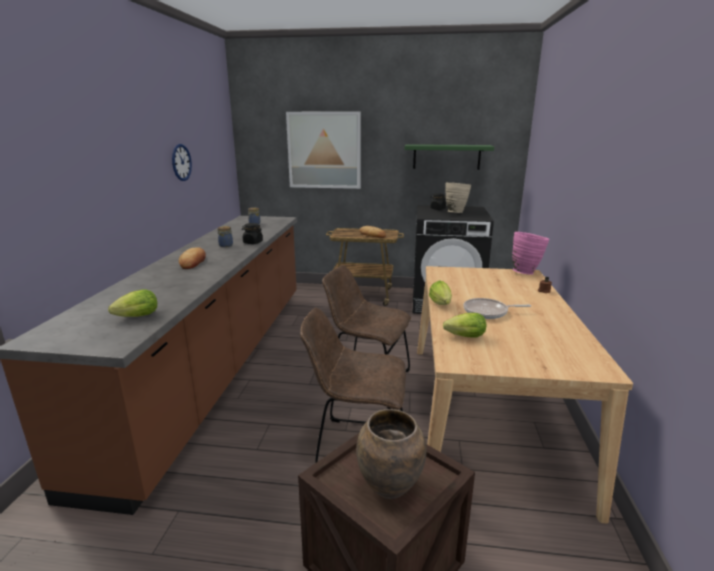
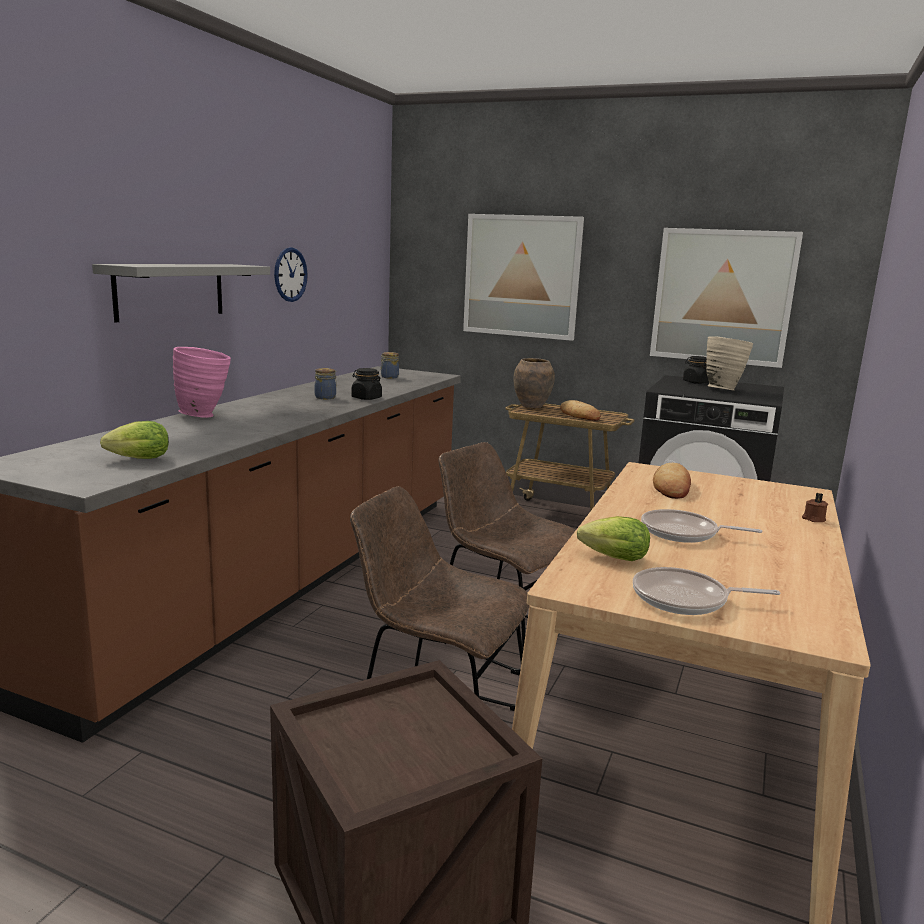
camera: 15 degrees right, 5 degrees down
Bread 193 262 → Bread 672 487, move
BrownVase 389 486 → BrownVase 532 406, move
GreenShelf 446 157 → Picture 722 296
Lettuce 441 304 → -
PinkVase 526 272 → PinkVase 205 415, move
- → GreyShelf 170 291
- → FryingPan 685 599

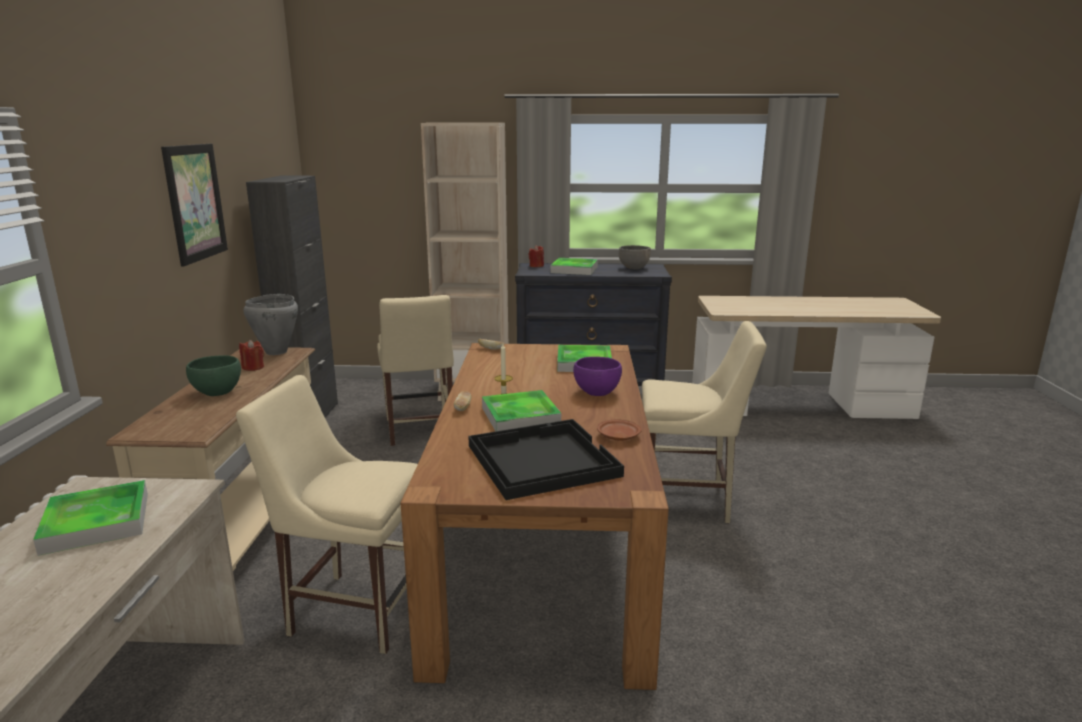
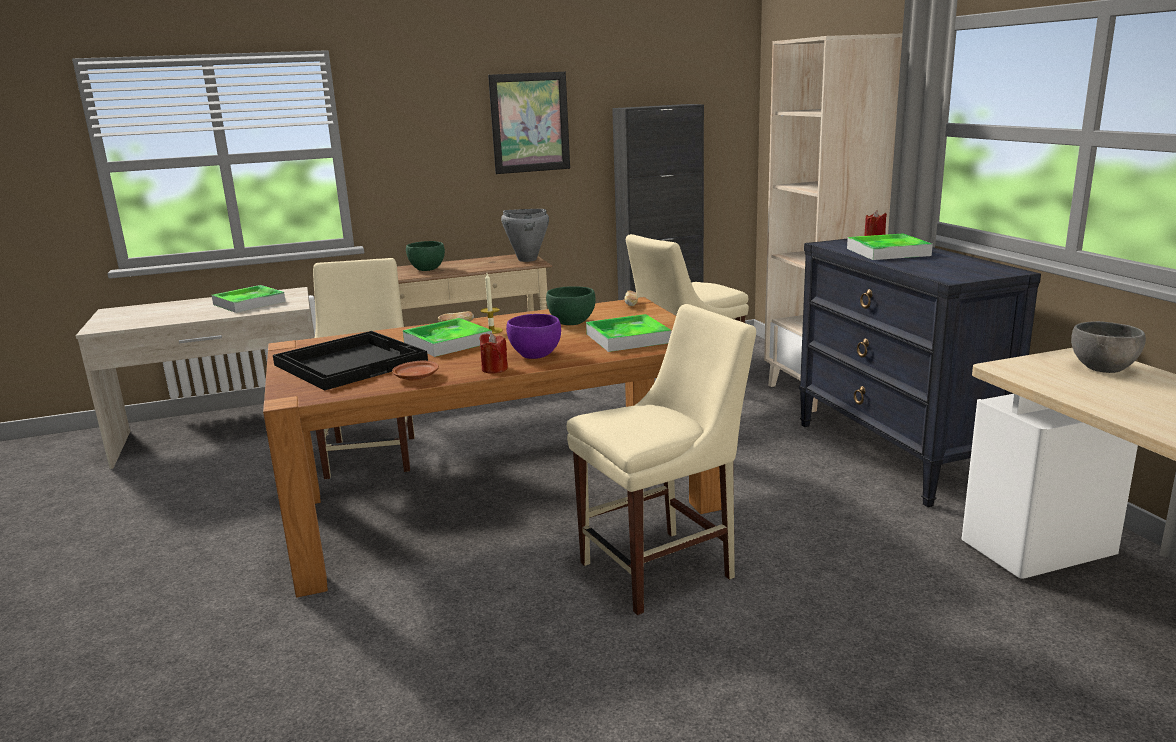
camera: 70 degrees right, 0 degrees up
RedCandle 253 367 → RedCandle 494 369, move
GreyBowl 634 268 → GreyBowl 1103 368, move
BeigeChair 690 501 → BeigeChair 663 568, 105 degrees counterclockwise
- → GreenBowl 571 323

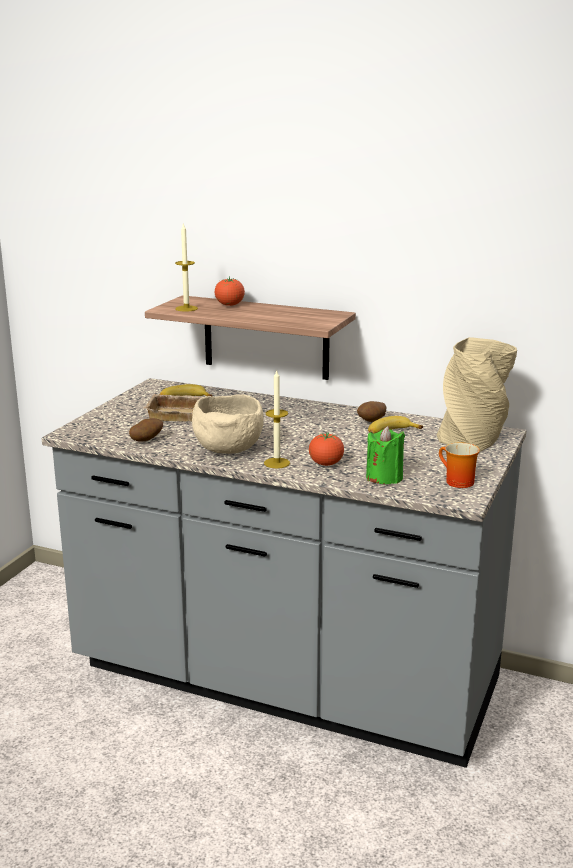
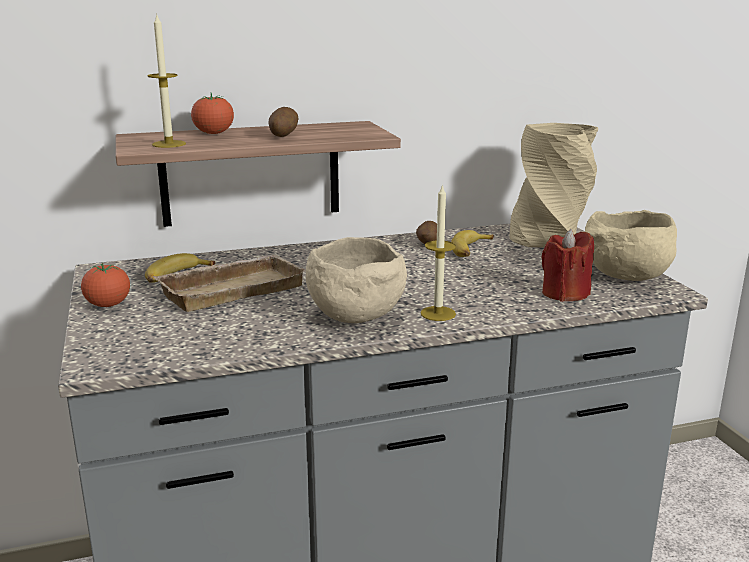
camera: 40 degrees left, 0 degrees up
Potato 146 440 → Potato 283 136, move
Tomato 326 464 → Tomato 108 305, move
GreenCandle 384 477 → RedCandle 565 293
Mug 455 482 → BeigeBowl 625 277

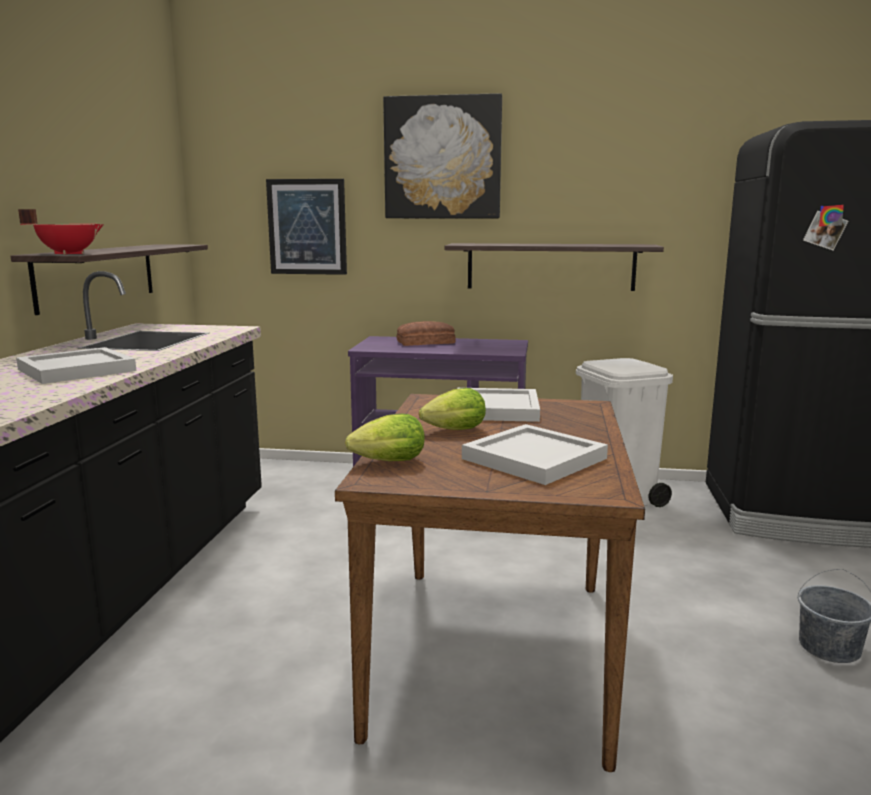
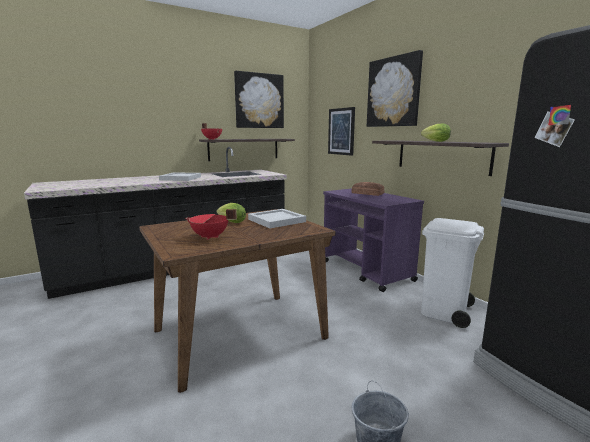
camera: 50 degrees right, 0 degrees up
Lettuce 385 462 → Lettuce 434 141, move
WhiteTray 536 458 → RedCookingPot 210 237
- → Picture 259 101

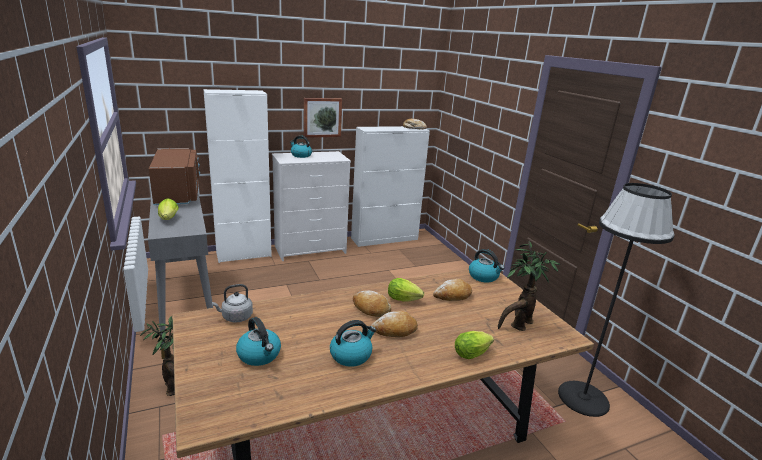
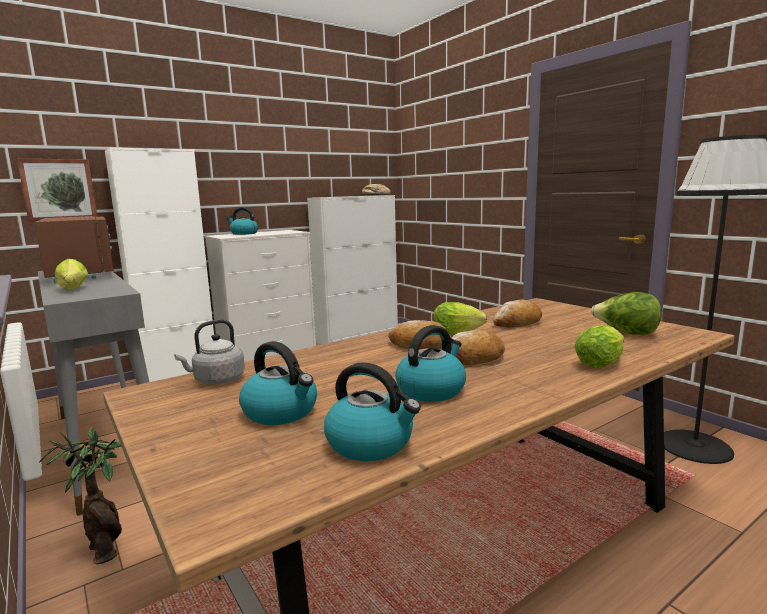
camera: 10 degrees left, 10 degrees down
Picture 322 117 → Picture 58 190, move
Kettle 484 276 → Kettle 371 443, move
PottedPlant 518 325 → Lettuce 626 333

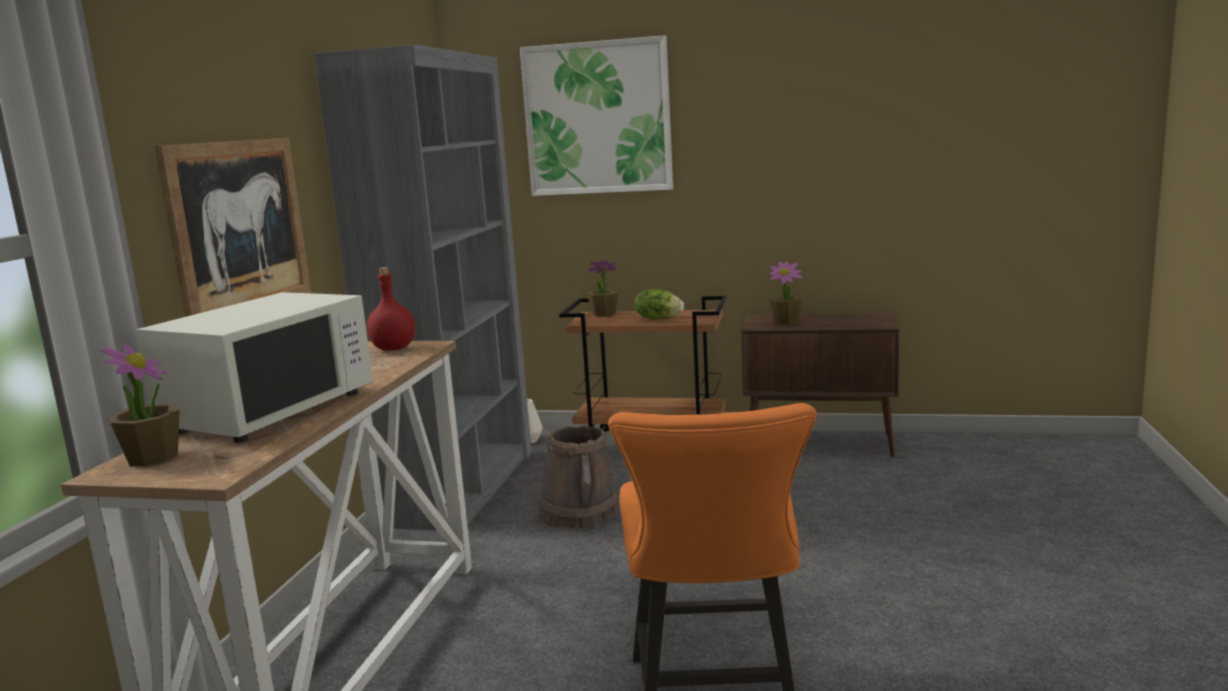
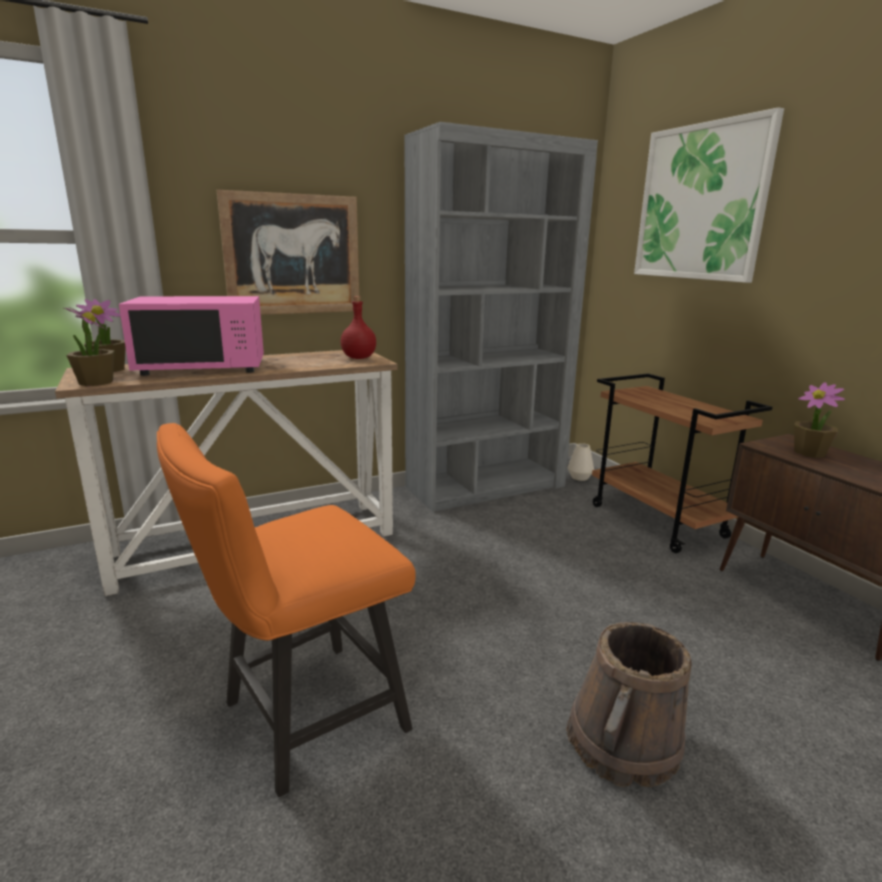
camera: 50 degrees right, 5 degrees up
WhiteMicrowave 271 411 → PinkMicrowave 203 367
BrownBucket 578 514 → BrownBucket 623 743, move
PottedPlant 603 314 → PottedPlant 96 382, move
Lettuce 658 318 → -

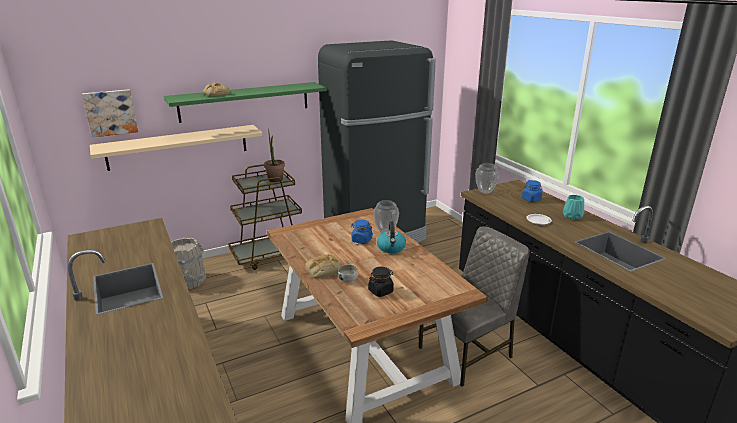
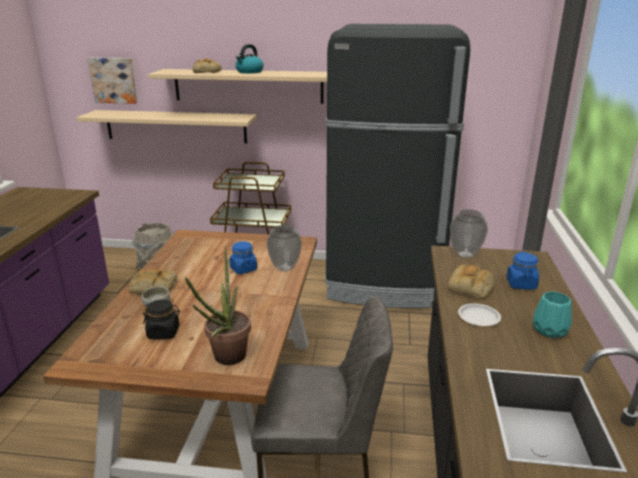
camera: 35 degrees right, 0 degrees up
GreenShelf 245 101 → BeigeShelf 248 86
PottedPlant 275 181 → PottedPlant 226 360, move
Kettle 391 248 → Kettle 249 72, move
- → Bread 471 287

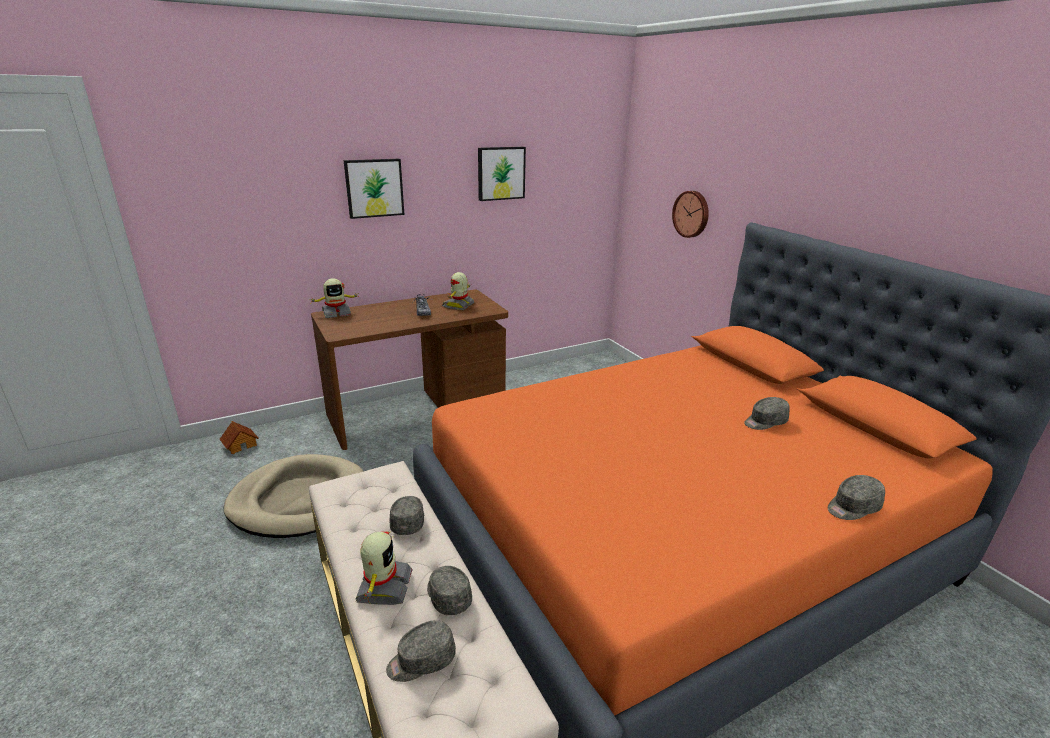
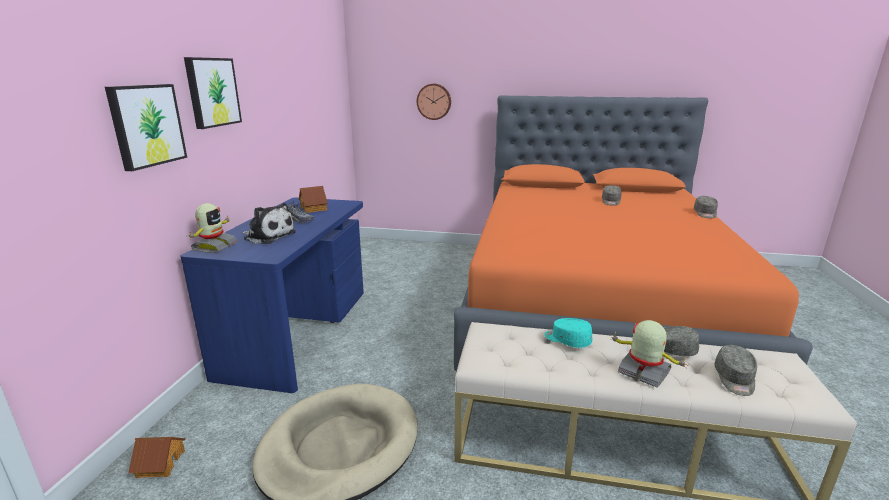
camera: 50 degrees left, 5 degrees down
BrownDesk 417 410 → BlueDesk 299 332
GreyCap 408 521 → TurquoiseCap 567 340
ToyRobot 459 305 → ToyHouse 314 208
Picture 500 173 → Picture 146 125, move
- → PlushToy 268 236

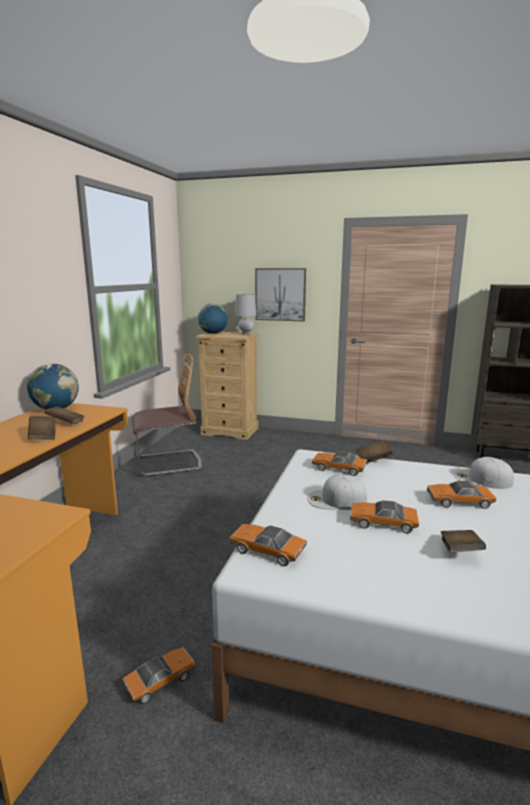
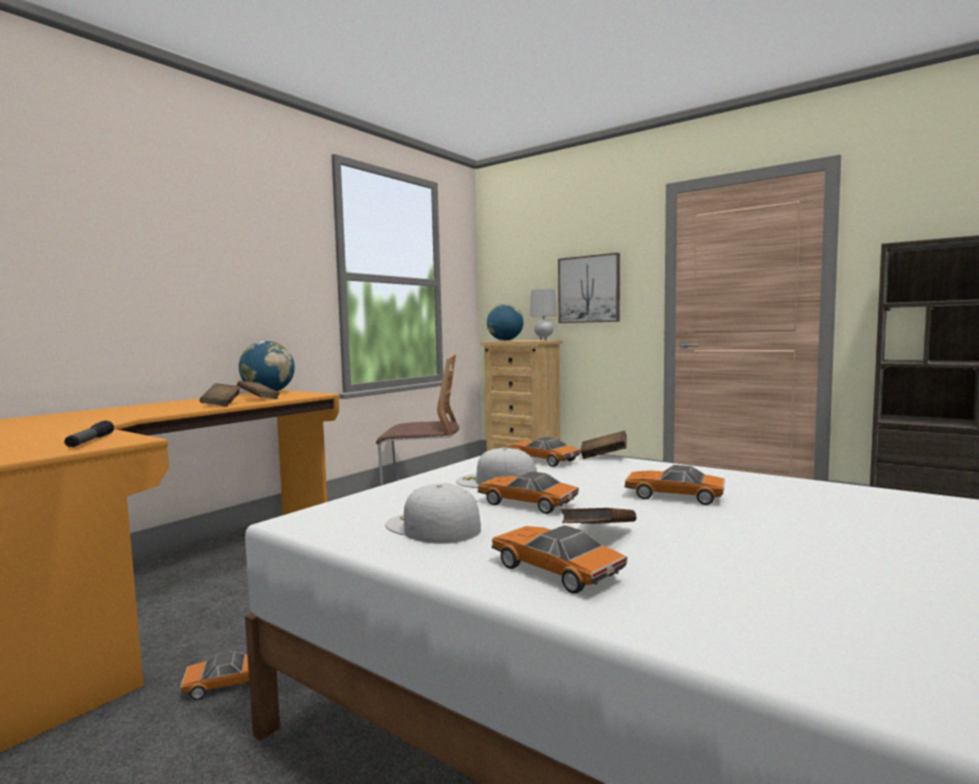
camera: 20 degrees right, 10 degrees down
ToyCar 267 550 → ToyCar 555 570, move
WhiteCap 482 479 → WhiteCap 431 527, move
- → Flashlight 90 441

